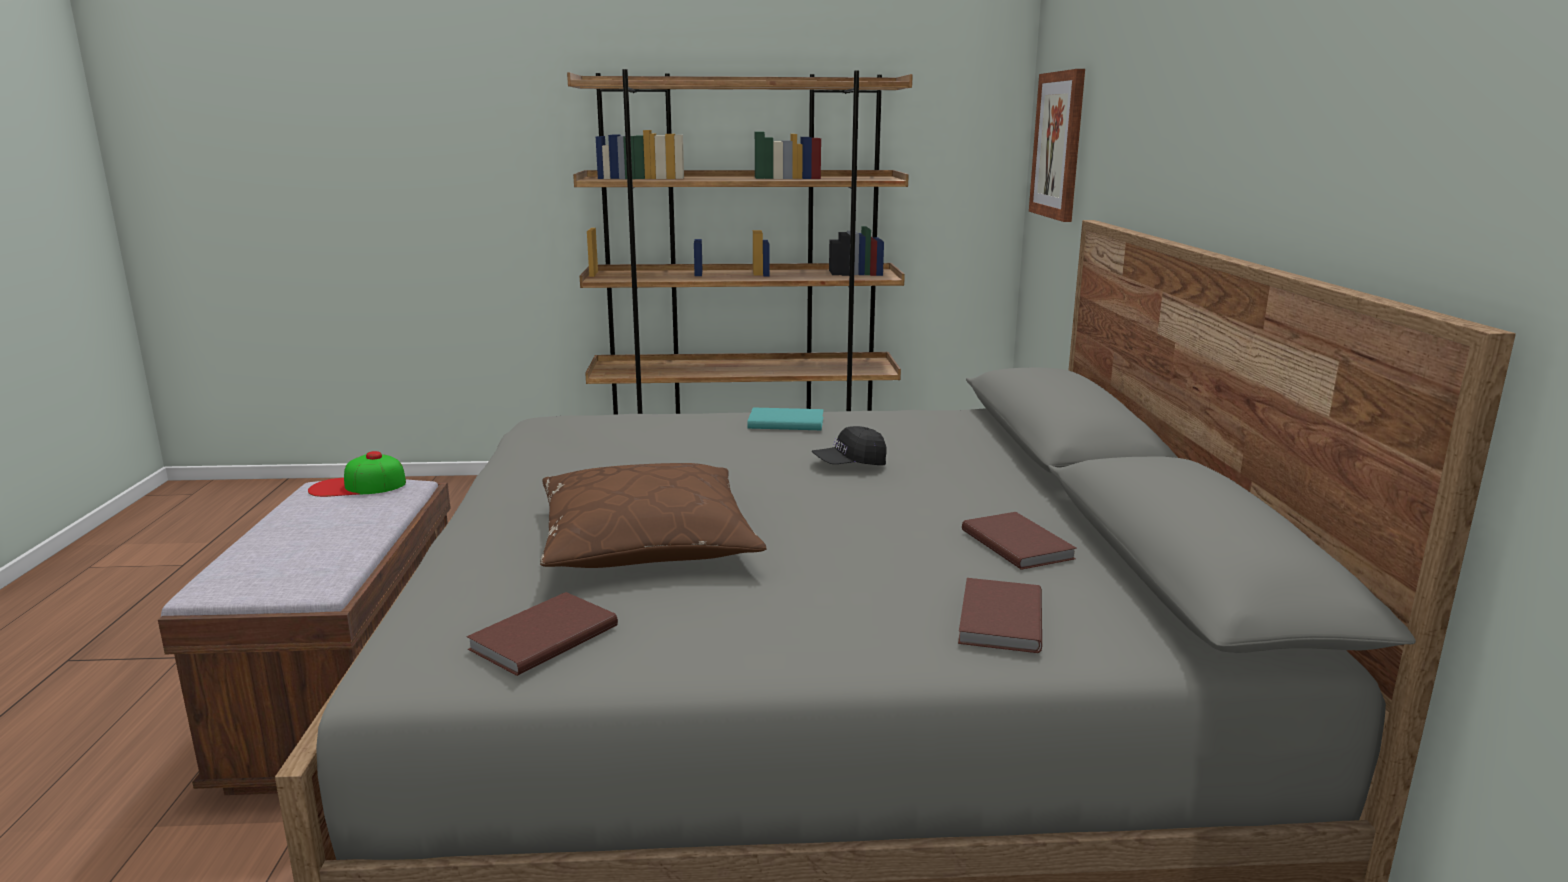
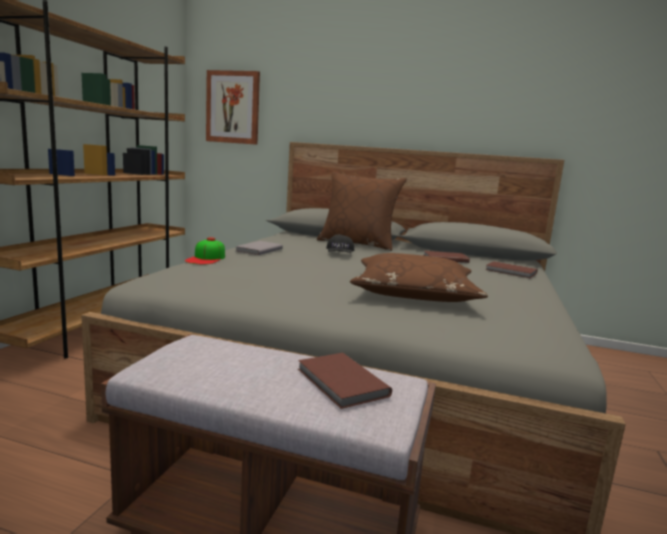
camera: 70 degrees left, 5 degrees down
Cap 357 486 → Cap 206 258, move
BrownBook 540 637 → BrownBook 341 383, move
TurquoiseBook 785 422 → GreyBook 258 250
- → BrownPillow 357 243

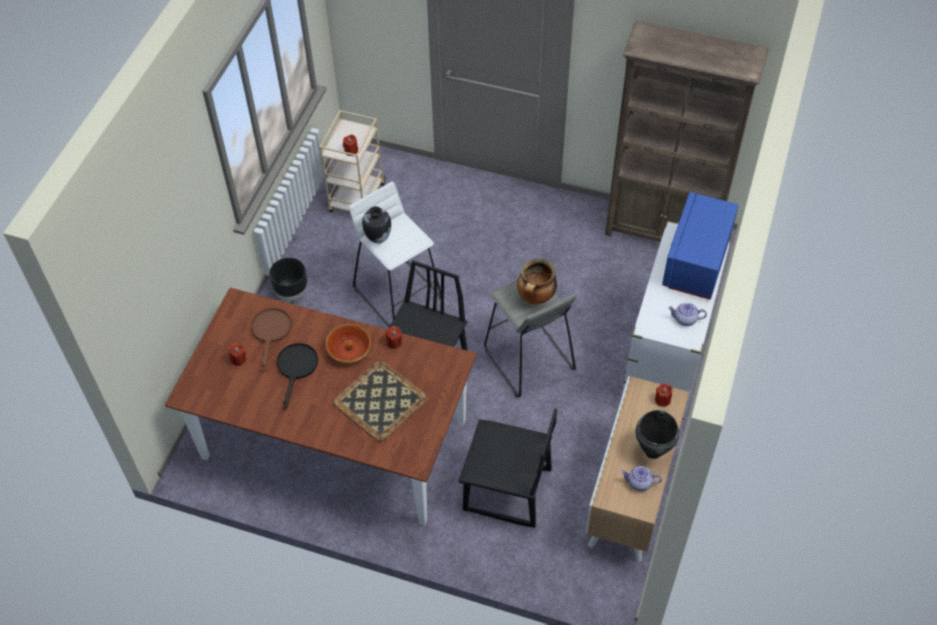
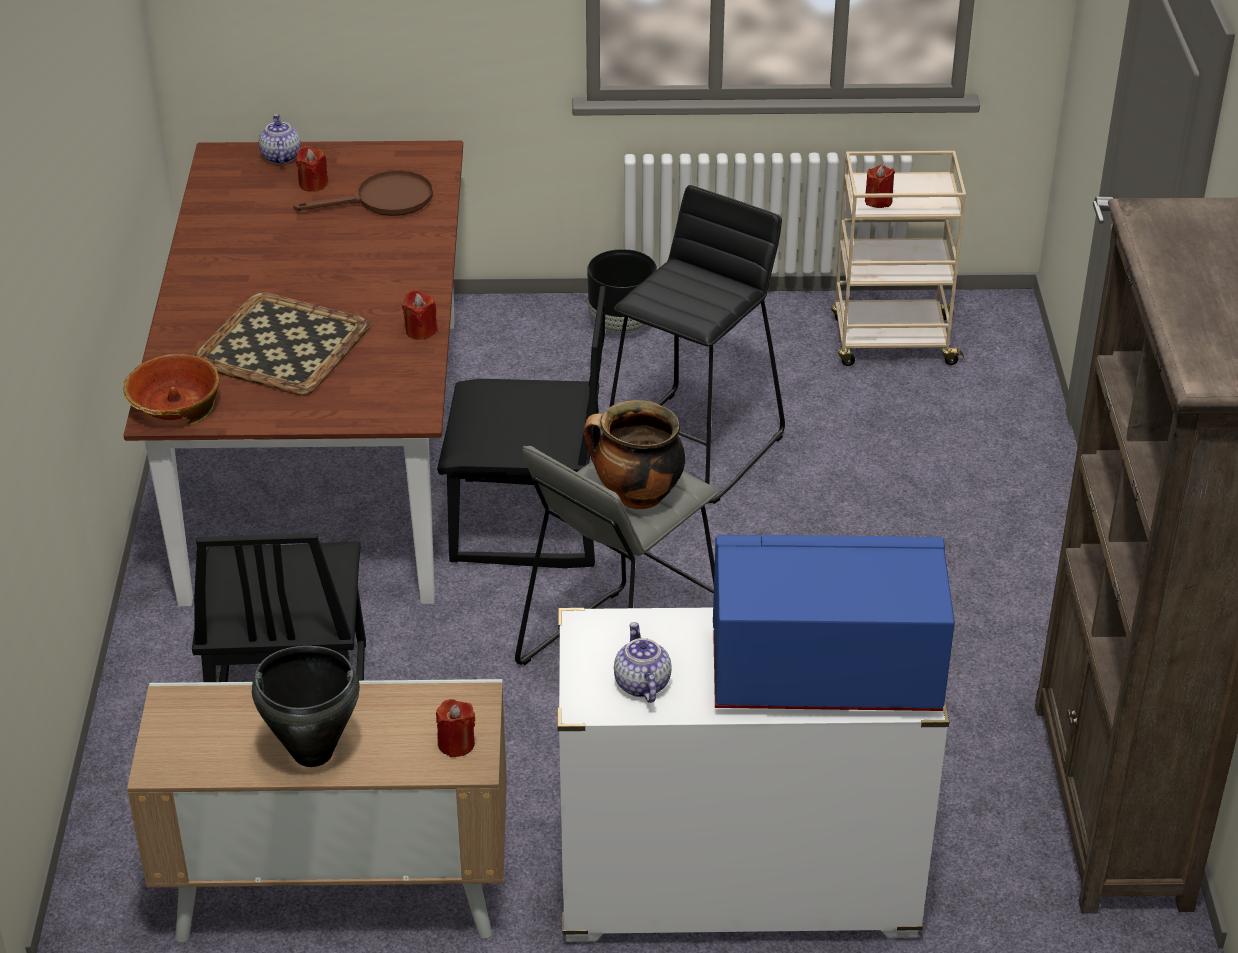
camera: 70 degrees right, 15 degrees down
BlackFryingPan 296 368 → -
Bowl 349 350 → Bowl 174 405, move
WhiteStool 398 292 → BlackStool 694 447
Vase 378 239 → -
Teapot 639 483 → Teapot 280 157, move

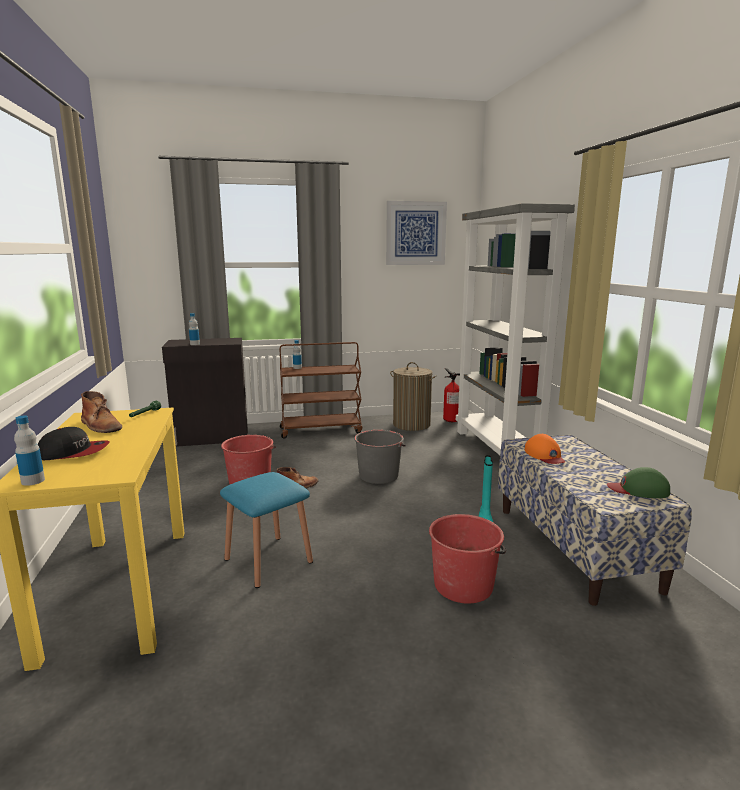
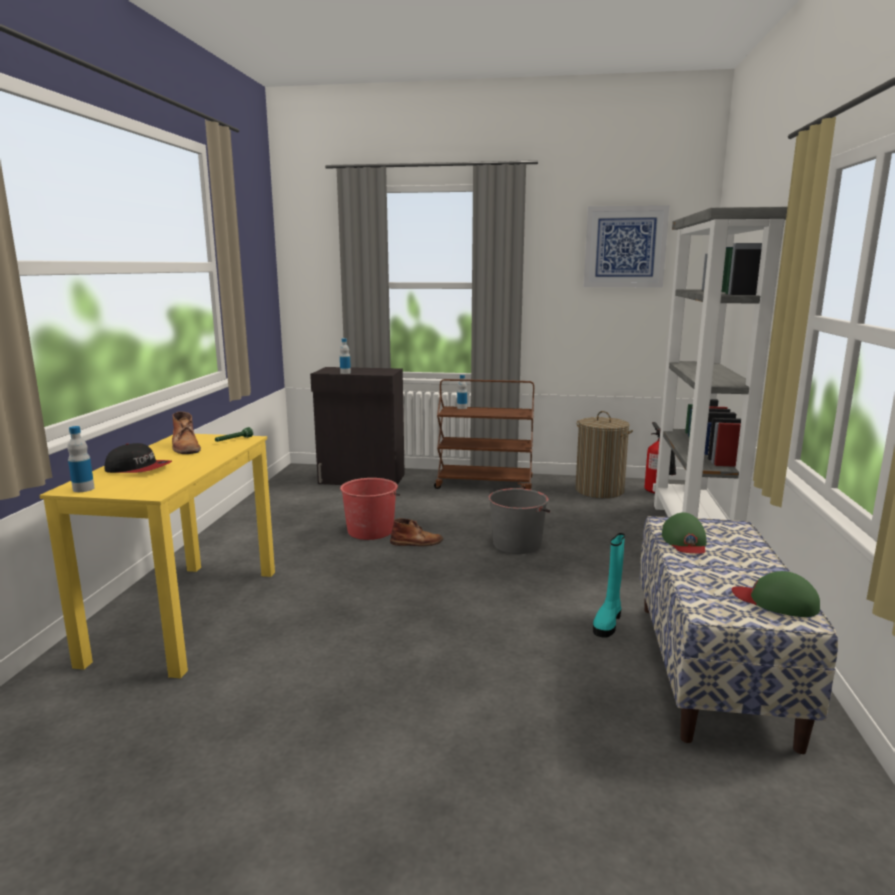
camera: 20 degrees right, 0 degrees up
BlueStool 268 560 → -
RedBucket 464 585 → -
OrangeCap 544 455 → GreenCap 684 541

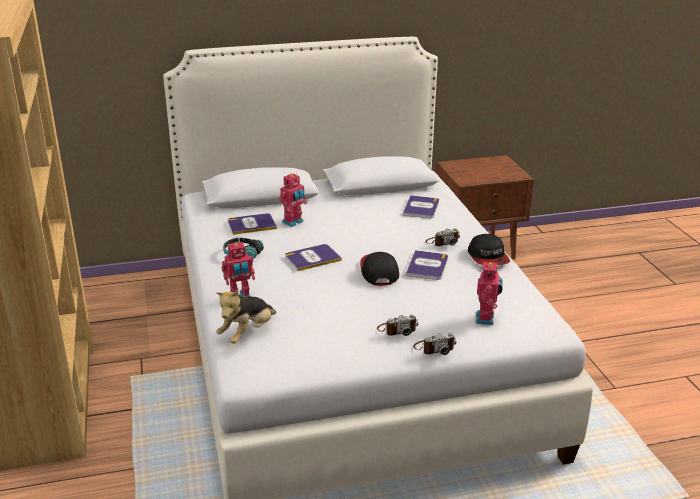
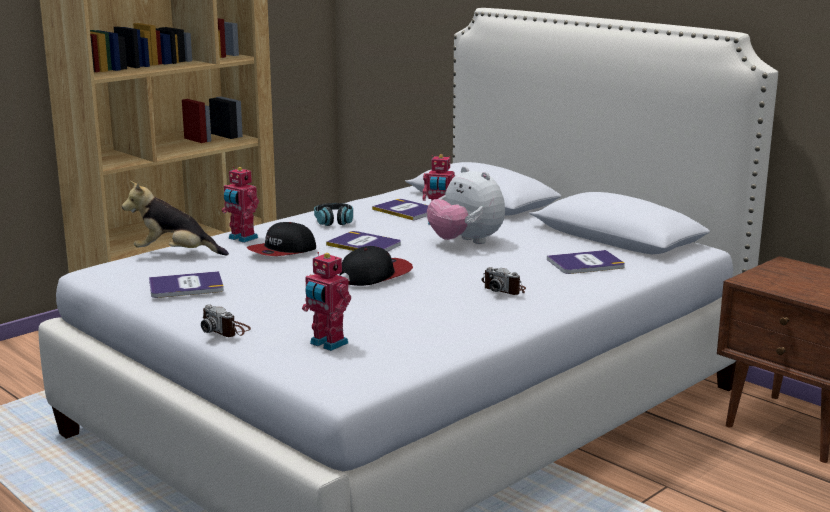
camera: 60 degrees right, 10 degrees down
PhotoCamera 397 329 → -
Book 427 266 → Book 186 286, move
Cap 488 257 → Cap 282 251, move
ToyRobot 486 319 → ToyRobot 327 344, 60 degrees clockwise
- → PlushToy 465 242

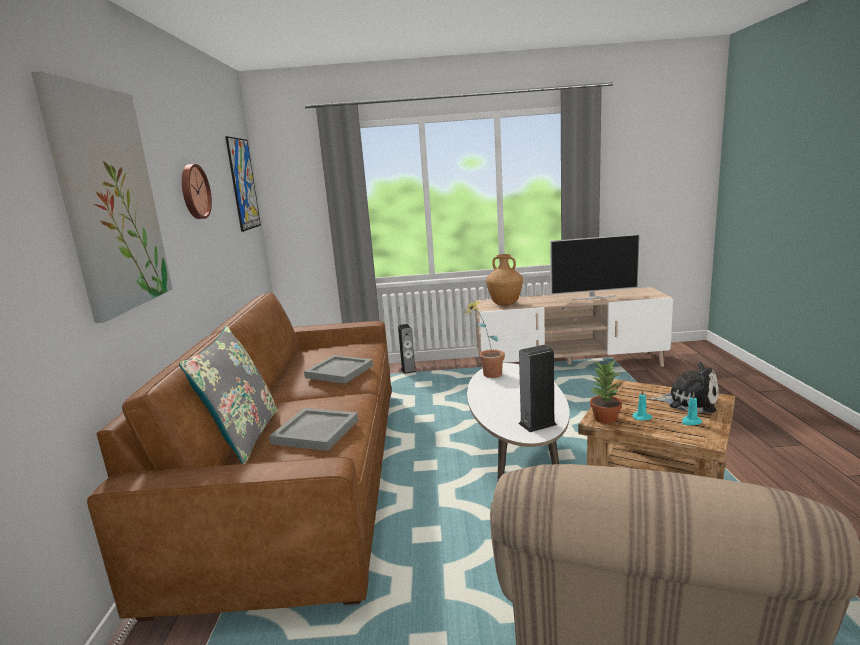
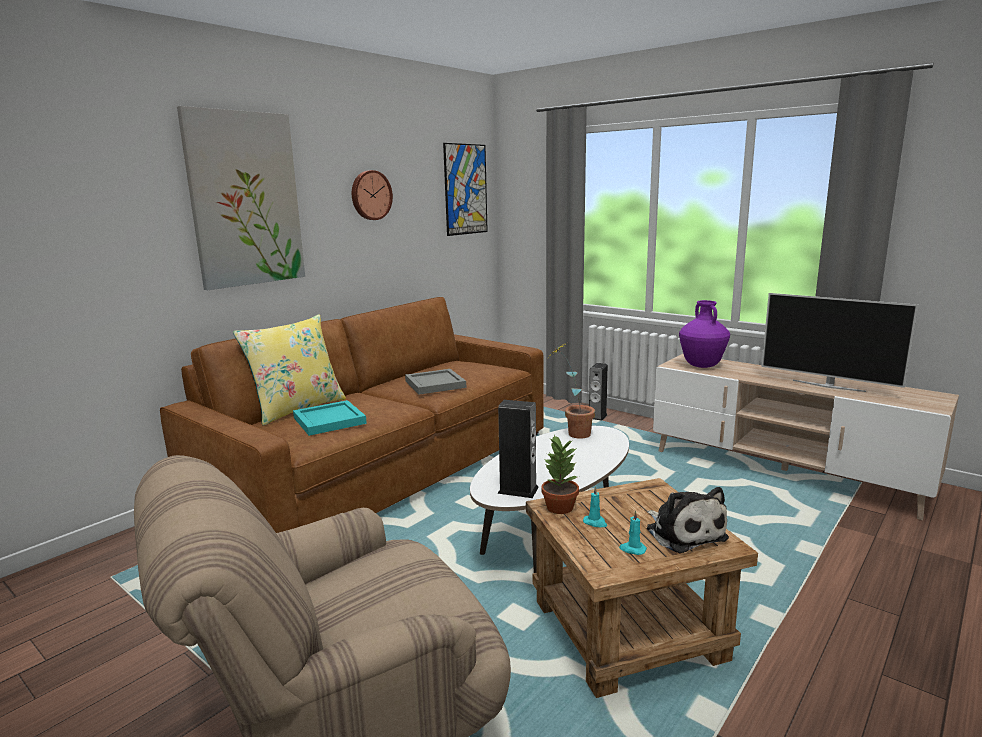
camera: 40 degrees right, 0 degrees up
GreyPillow 243 437 → YellowPillow 297 408
GreyTray 317 431 → TurquoiseTray 330 420
BrownVase 505 304 → PurpleVase 701 366

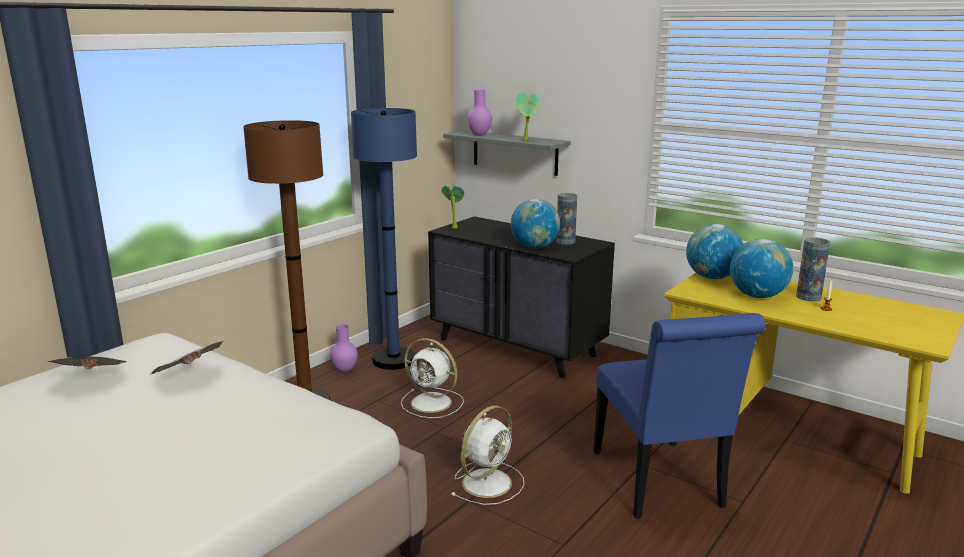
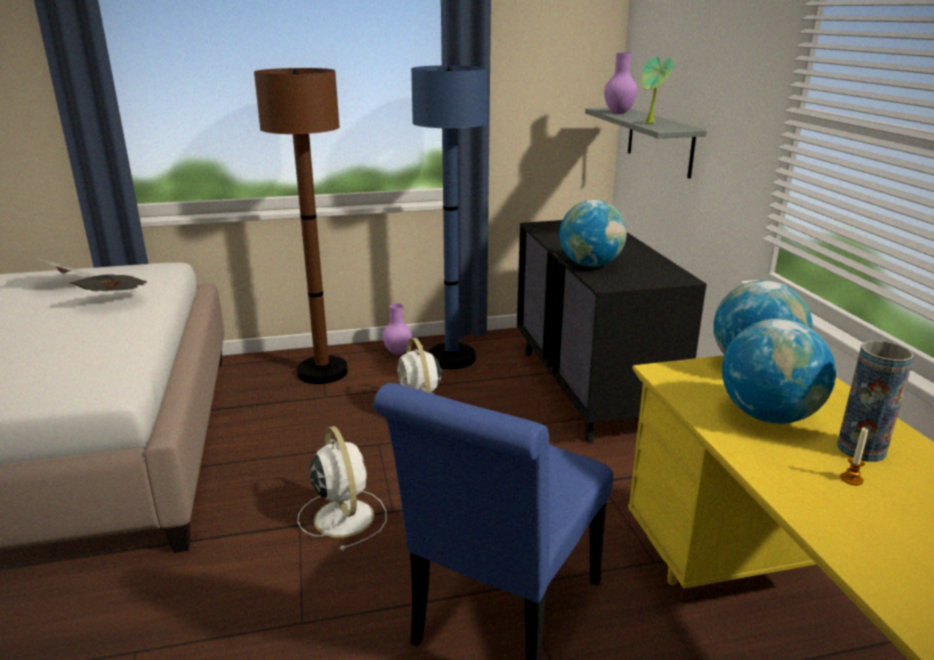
camera: 40 degrees right, 5 degrees up
PottedPlant 453 227 → -
WhiteFan 488 482 → WhiteFan 343 516, 105 degrees counterclockwise
Vase 565 241 → -

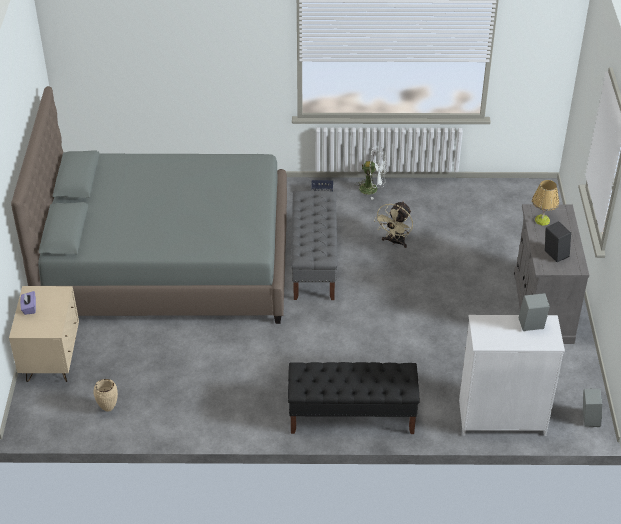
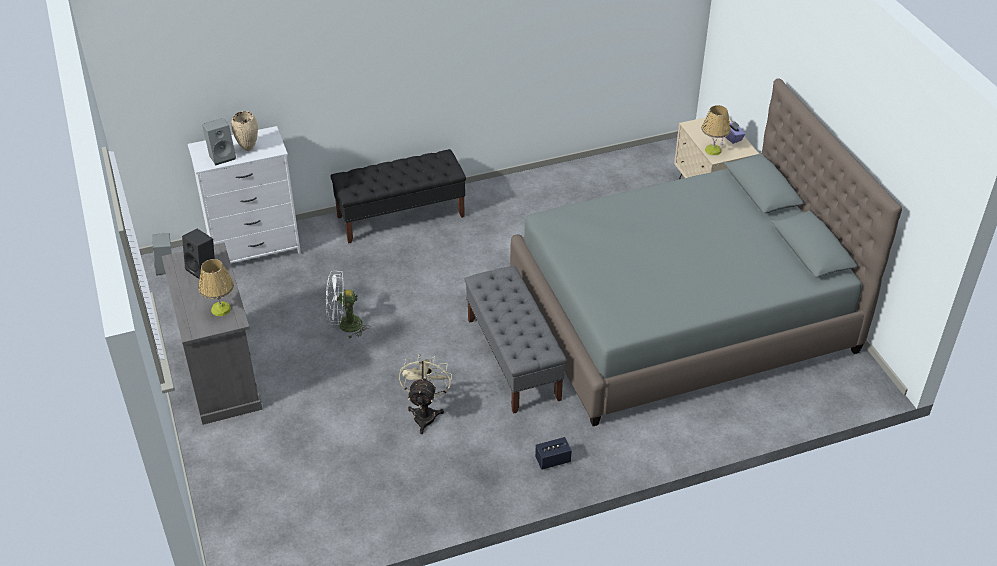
camera: 160 degrees right, 0 degrees up
BeigeVase 108 409 → BeigeVase 248 149, move
WhiteFan 372 189 → WhiteFan 344 325, move
- → TableLamp 712 150

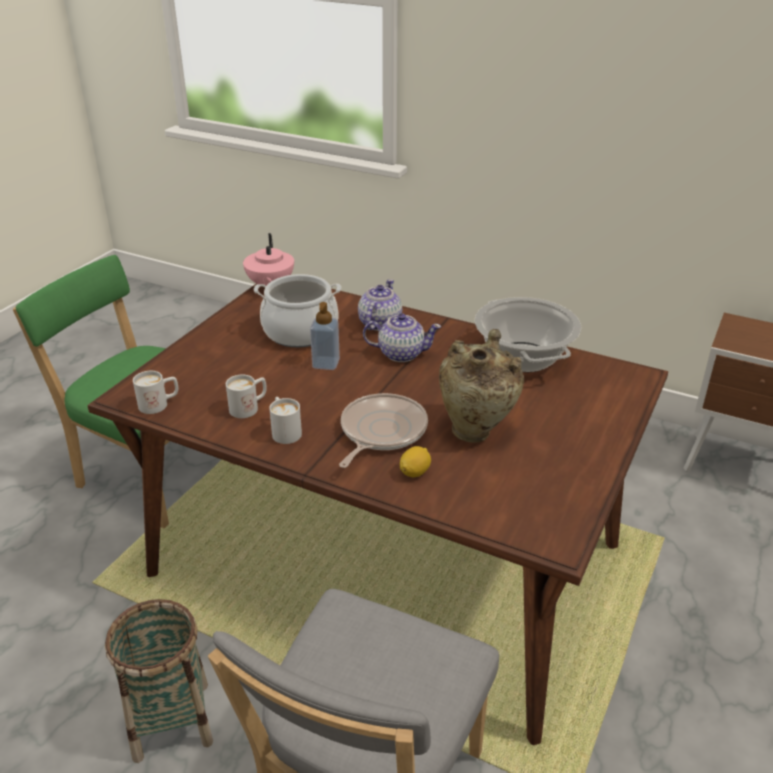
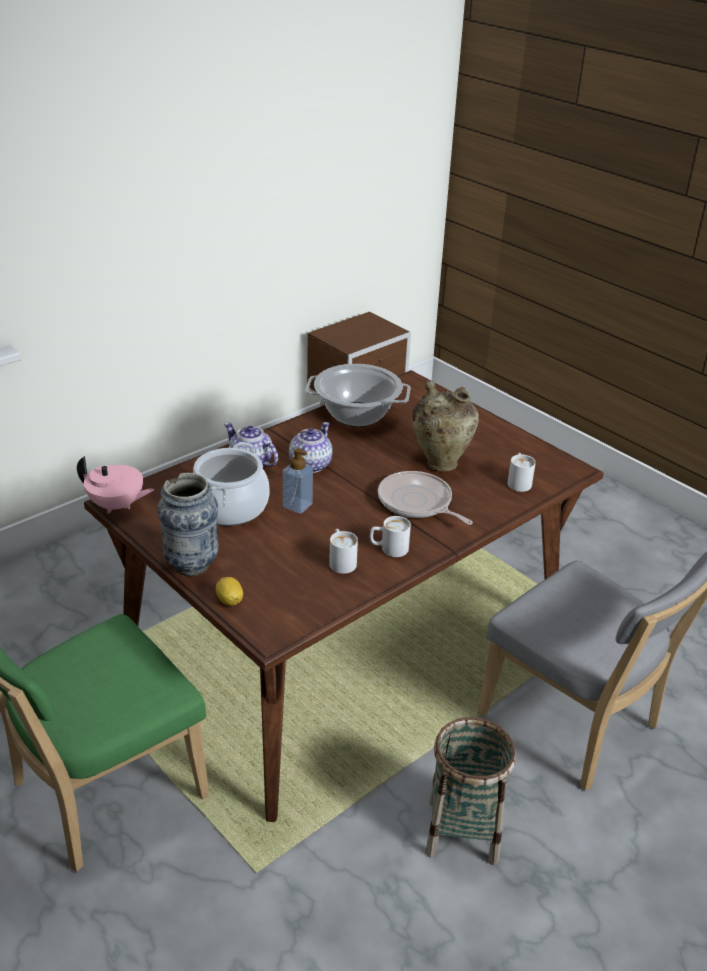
camera: 70 degrees left, 0 degrees up
WhiteMug 159 404 → WhiteMug 518 481, move
Lemon 415 472 → Lemon 229 600, move
- → Vase 191 565

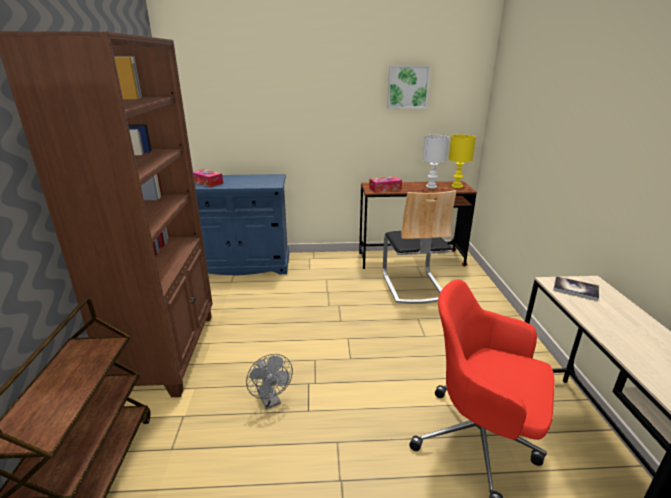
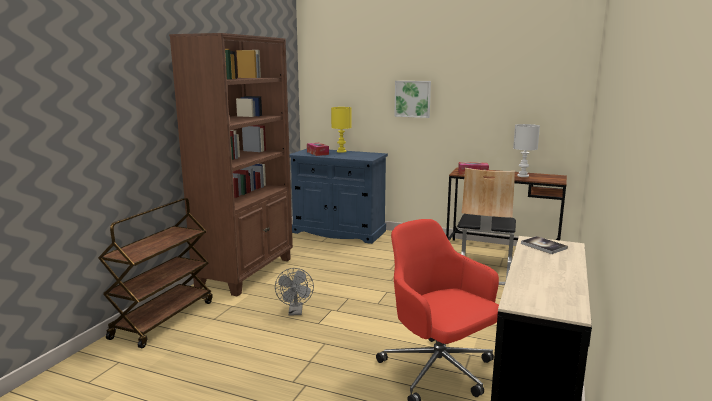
camera: 25 degrees right, 10 degrees down
Picture 407 87 → Picture 412 99, move
YellowTableLamp 457 186 → YellowTableLamp 342 151, move

